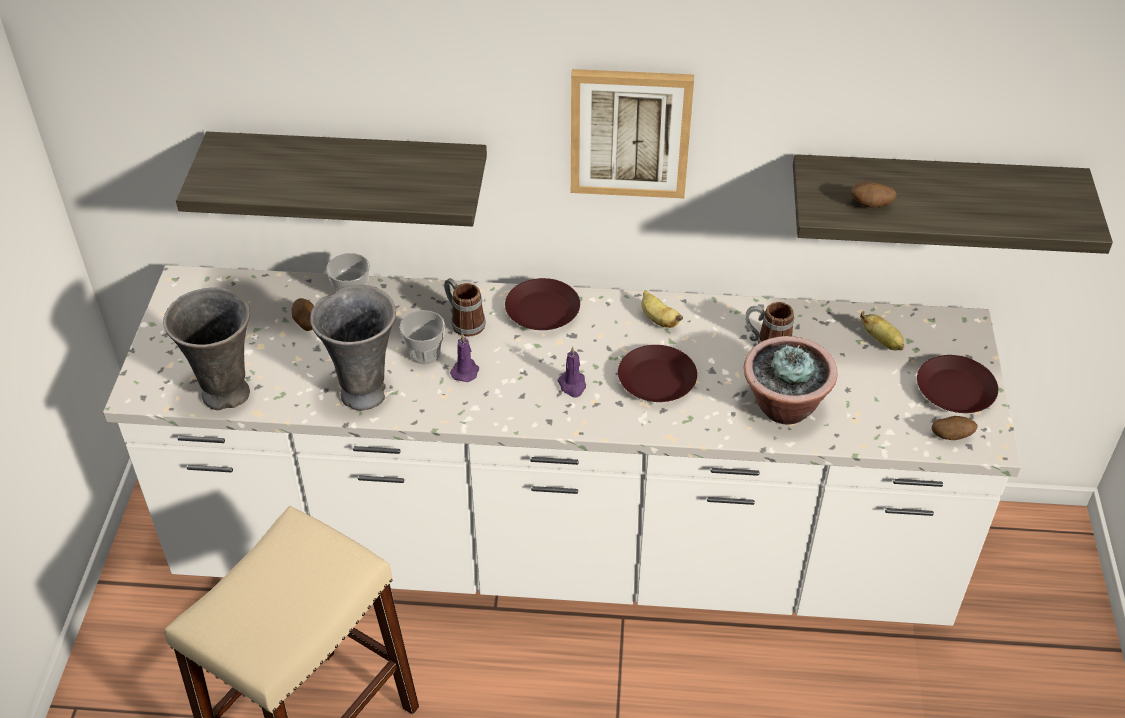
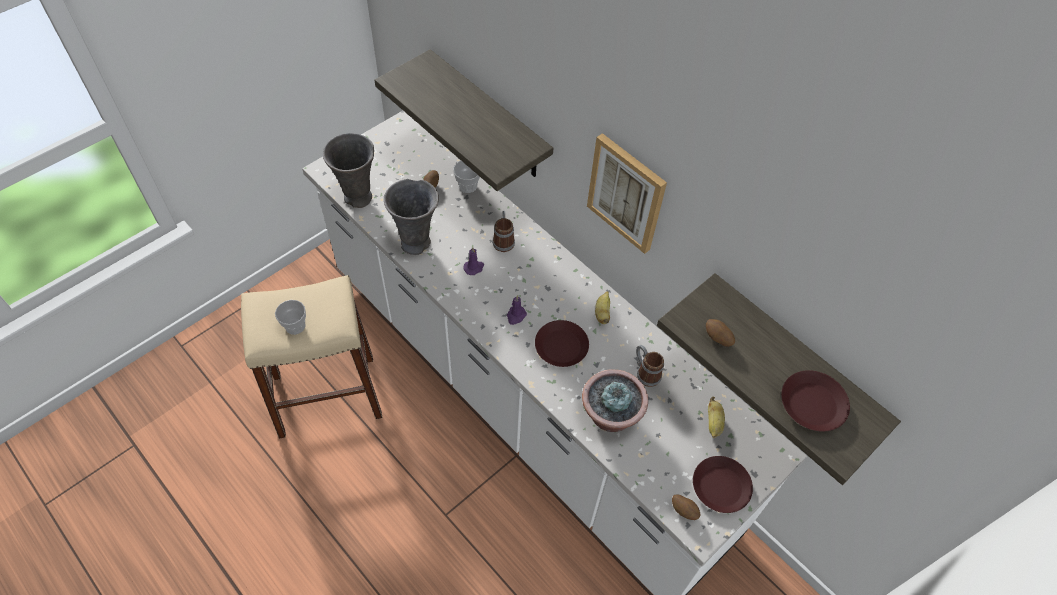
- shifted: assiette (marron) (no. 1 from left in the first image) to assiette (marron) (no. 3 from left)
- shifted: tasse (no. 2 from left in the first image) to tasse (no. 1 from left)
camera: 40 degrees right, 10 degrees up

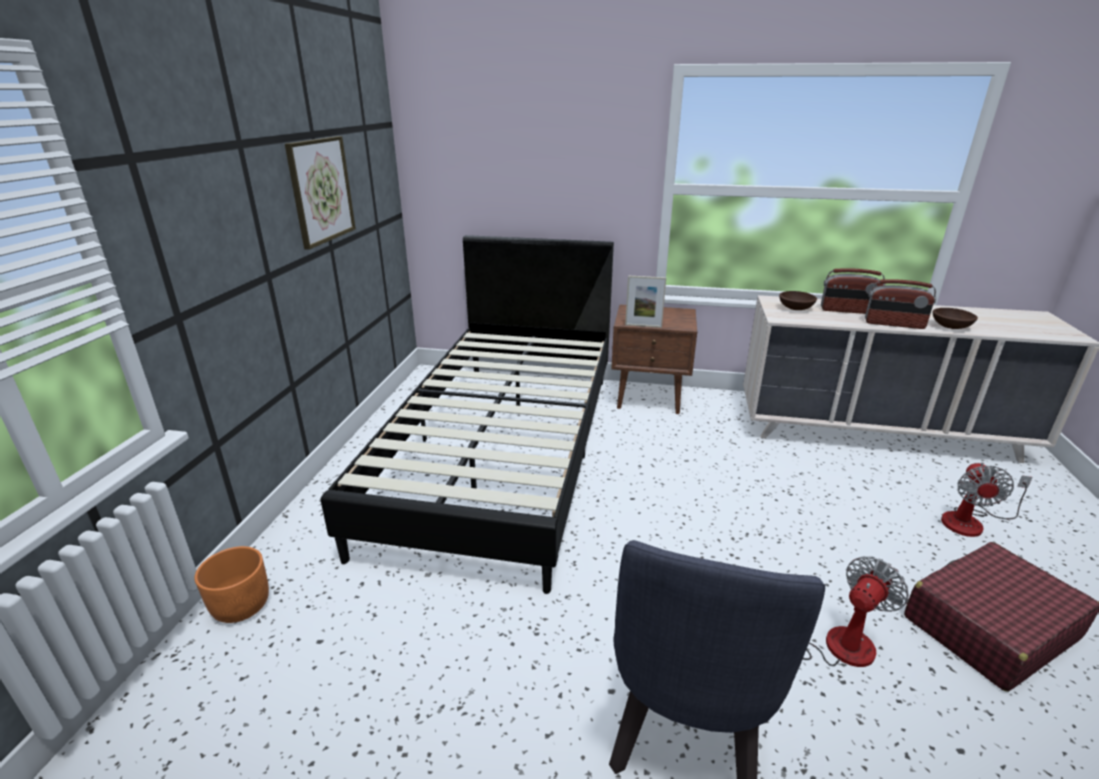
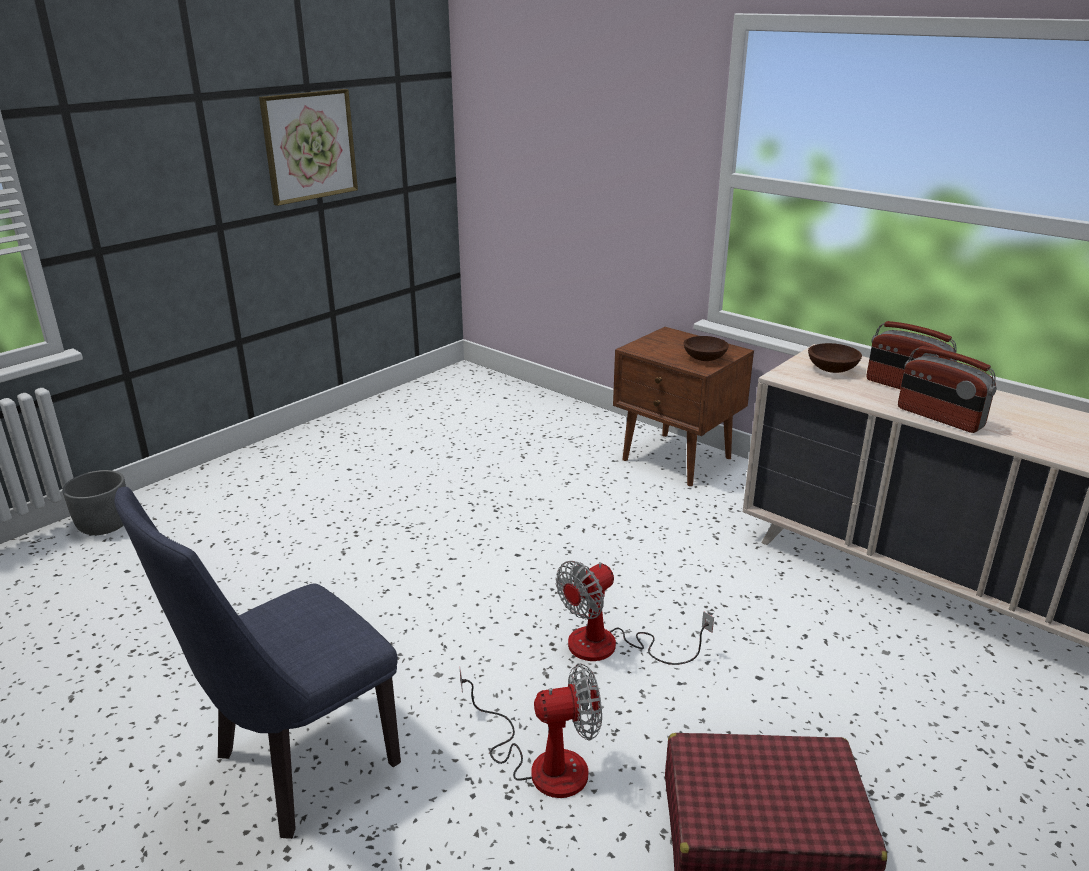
- gone: lit (noir)
- gone: cadre photo
- shifted: bol (marron) (no. 2 from left in the first image) to bol (marron) (no. 1 from left)
- shifted: ventilateur (no. 2 from left)
- repainted: cache-pot (orange) to cache-pot (gris)
camera: 30 degrees right, 0 degrees up

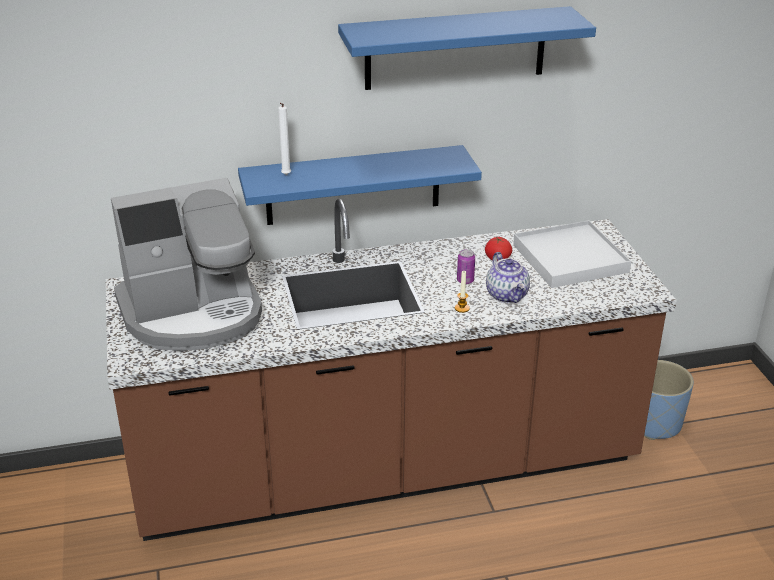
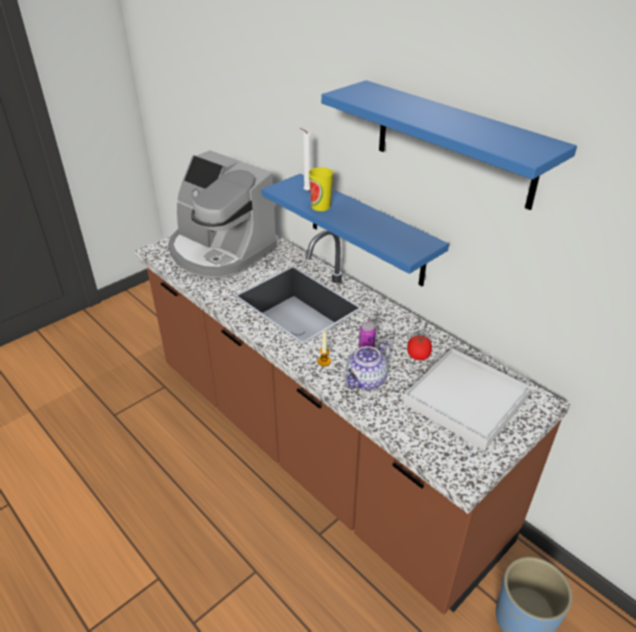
- new: tasse
camera: 60 degrees right, 5 degrees up

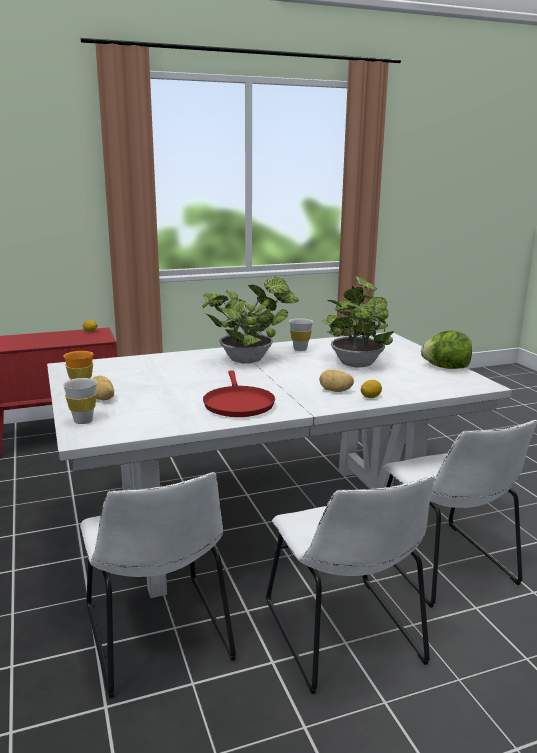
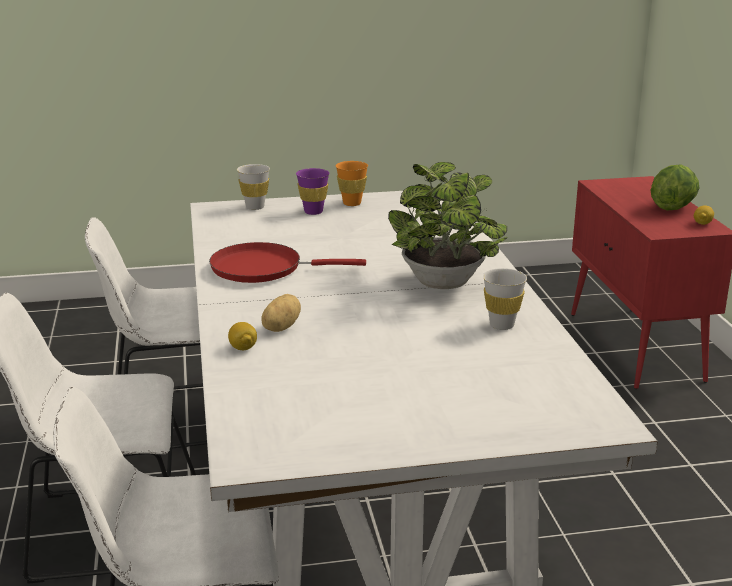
- gone: plante en pot (no. 2 from left)
- shifted: laitue
- swapped: pomme de terre (no. 1 from left) to tasse (violet)
camera: 100 degrees right, 5 degrees up

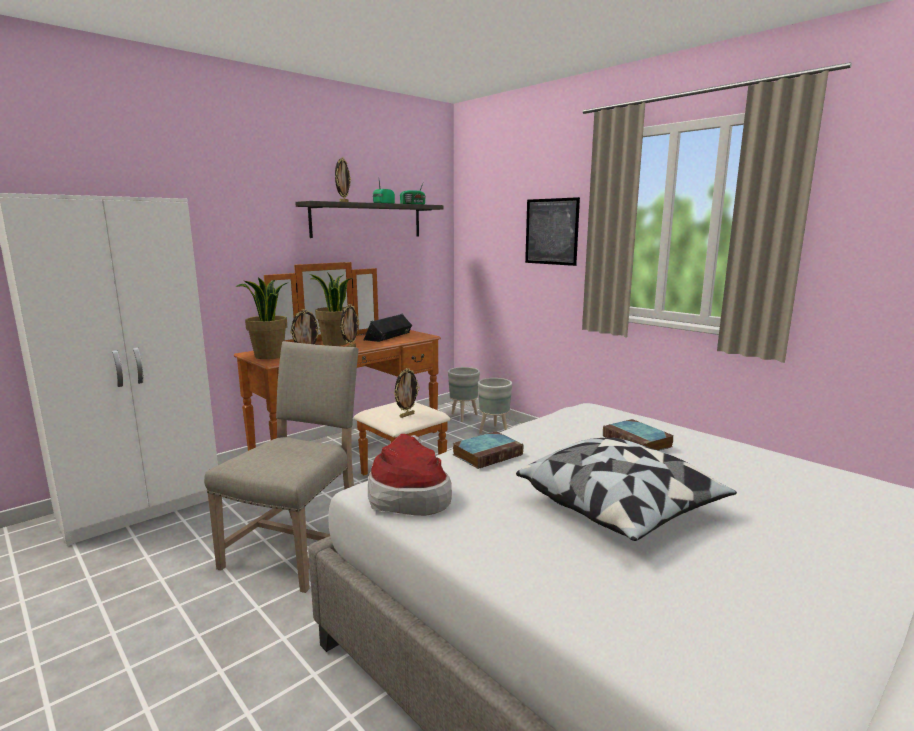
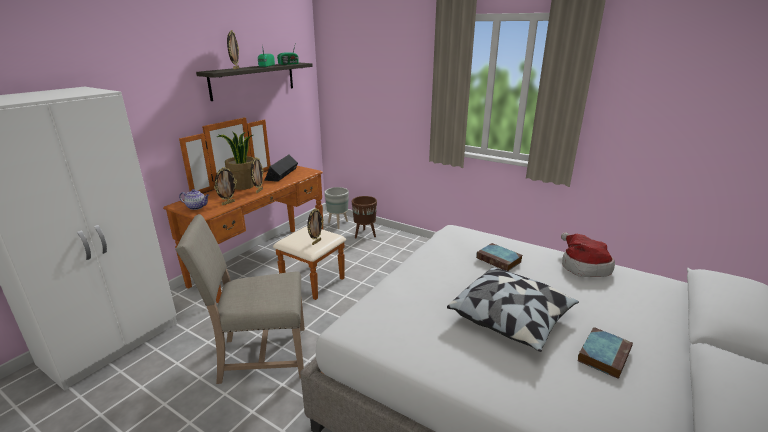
- gone: tableau
- swapped: plante en pot (no. 1 from left) to théière
- rotated: chaise (beige) 105 degrees counterclockwise
- repainted: cache-pot (gris) (no. 2 from left) to cache-pot (marron)
- shifted: livre (no. 1 from left in the first image) to livre (no. 2 from left)
- shifted: chapeau
camera: 15 degrees left, 10 degrees up

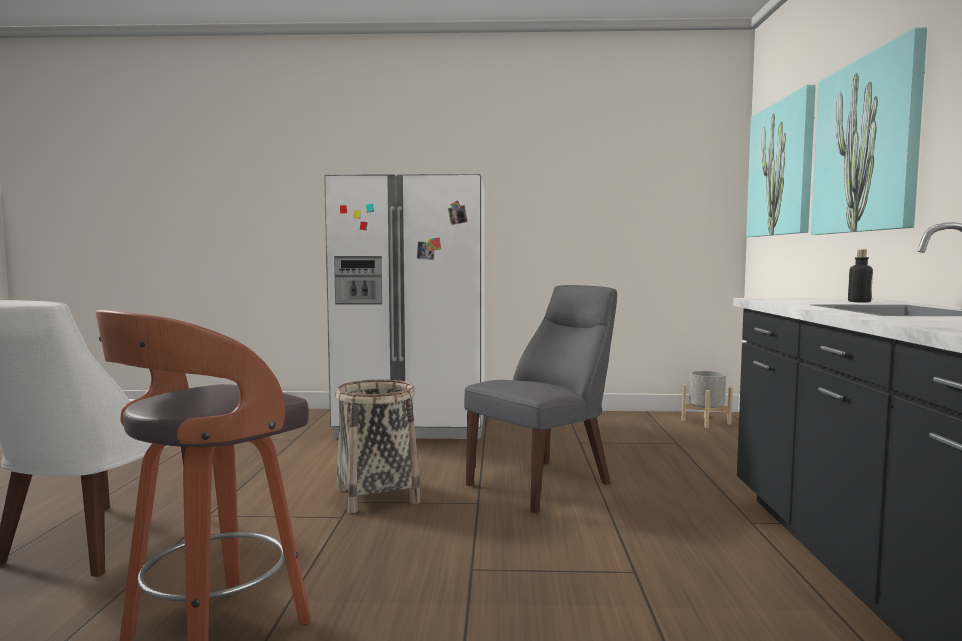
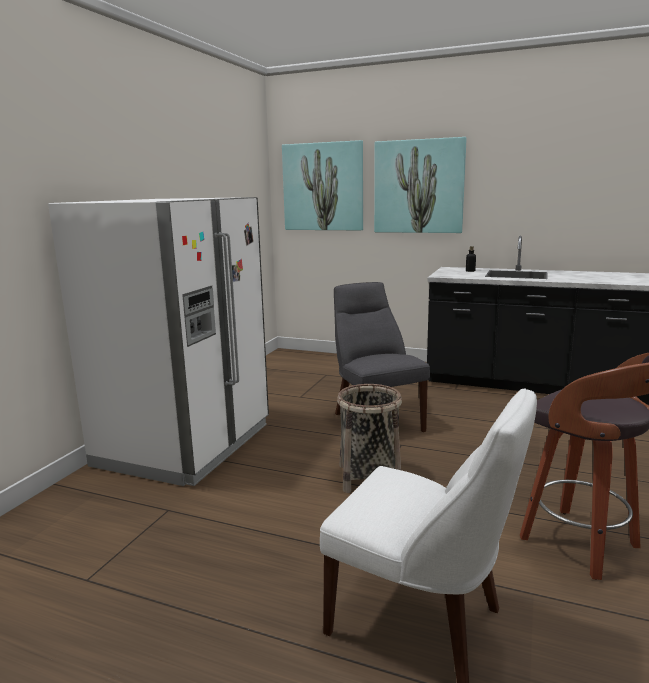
- gone: cache-pot (gris)
camera: 70 degrees left, 10 degrees up

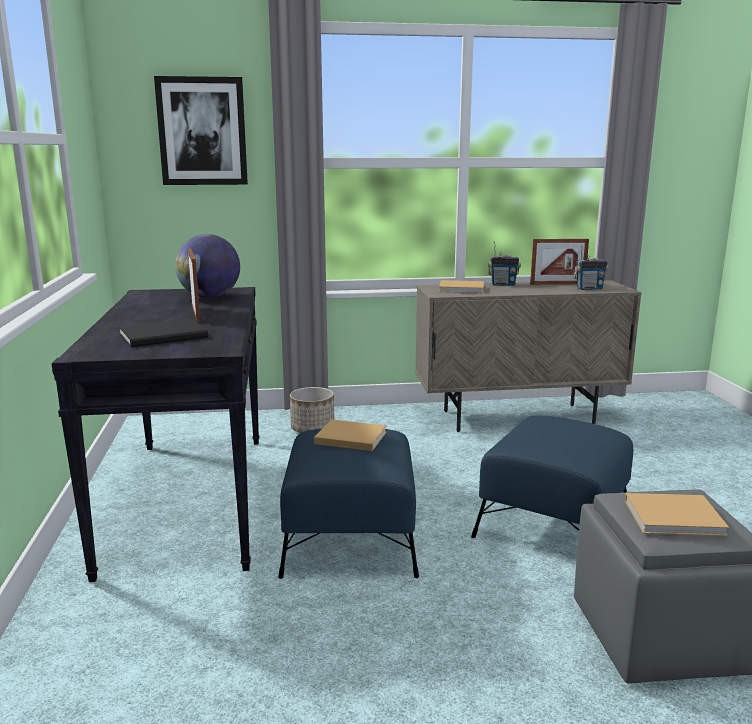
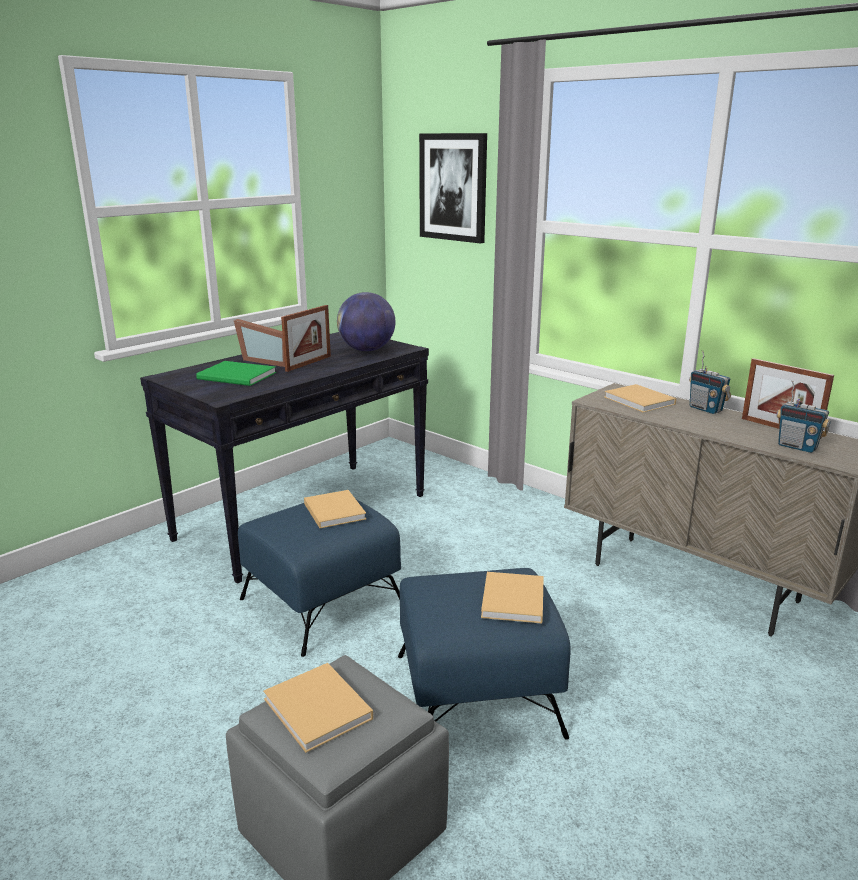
- repainted: livre (noir) to livre (vert)
- gone: cache-pot
- new: cadre photo (no. 1 from left)
- new: livre (beige) (no. 3 from left)
camera: 50 degrees right, 5 degrees up

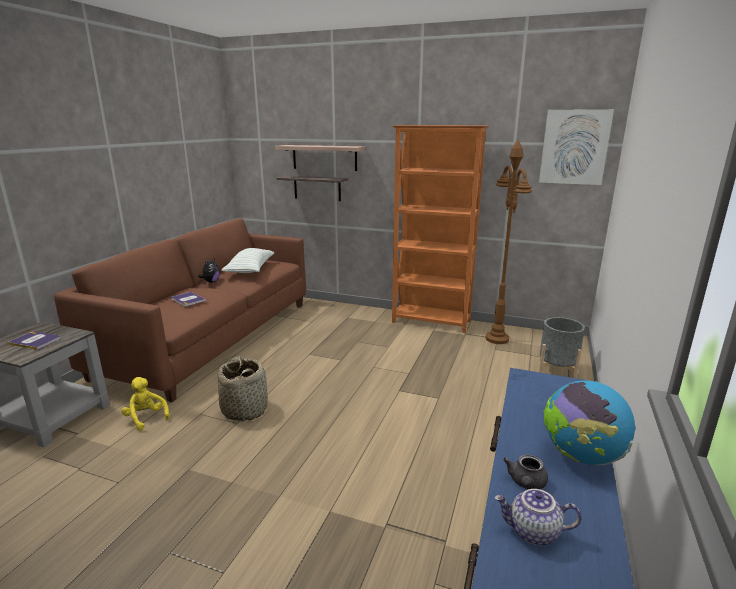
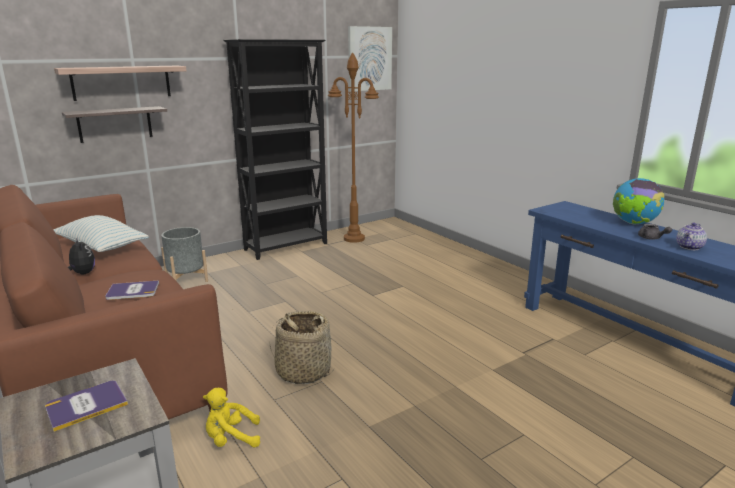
- repainted: bibliothèque (orange) to bibliothèque (noir)
- shifted: cache-pot (gris)
camera: 55 degrees left, 0 degrees up

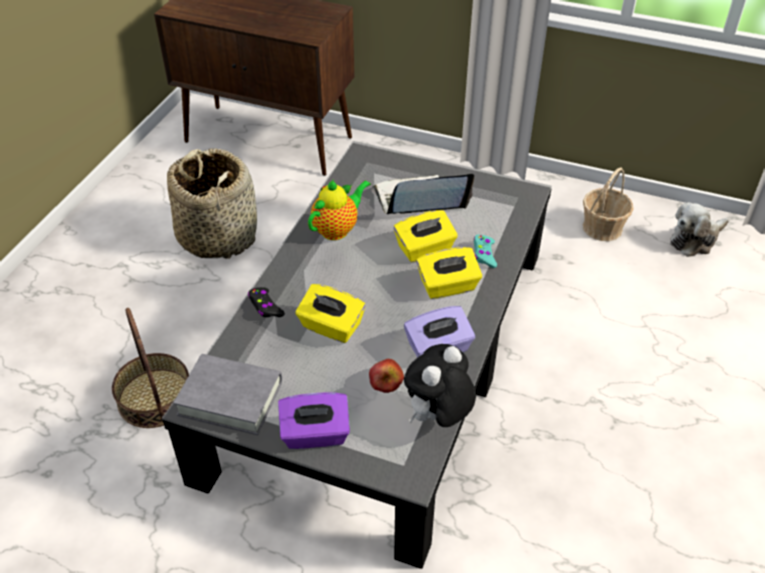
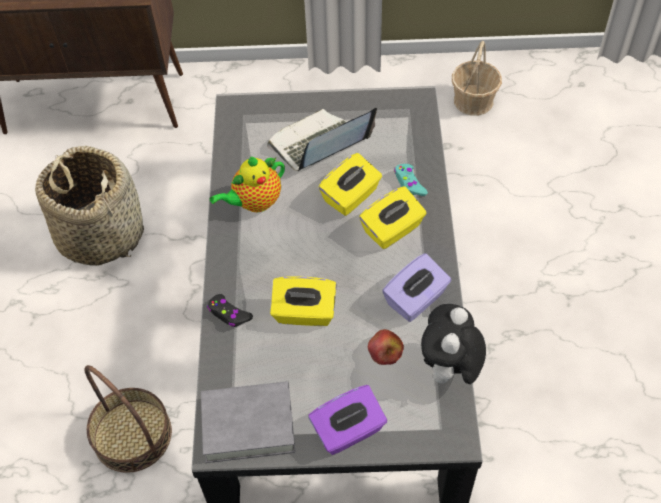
- rotated: théière 150 degrees counterclockwise
- gone: peluche (no. 2 from left)
camera: 20 degrees left, 10 degrees up

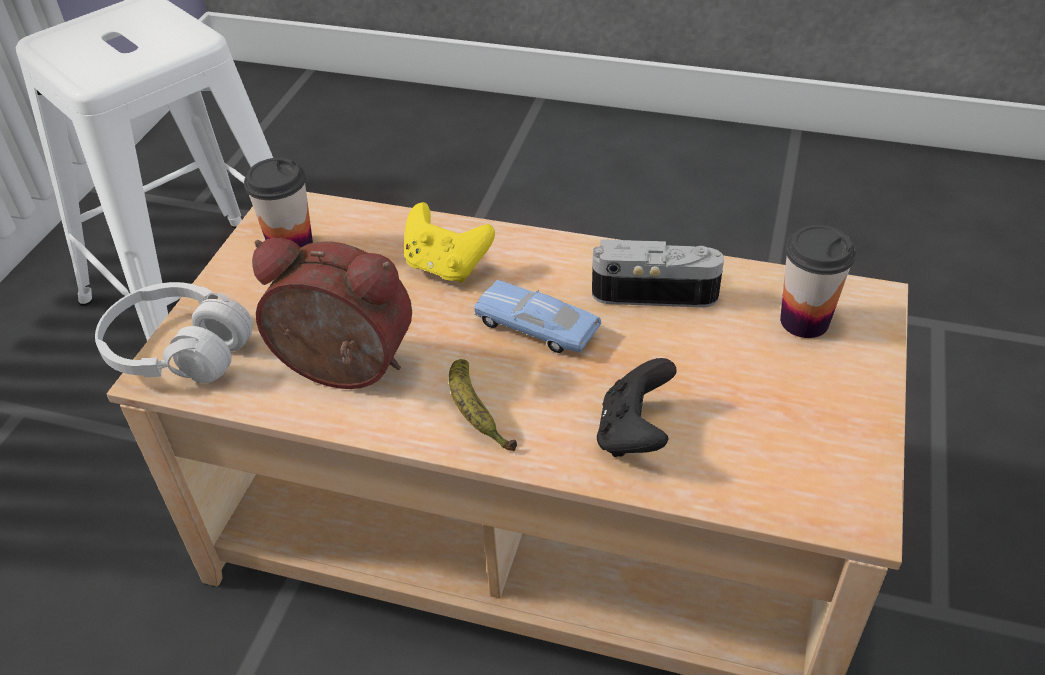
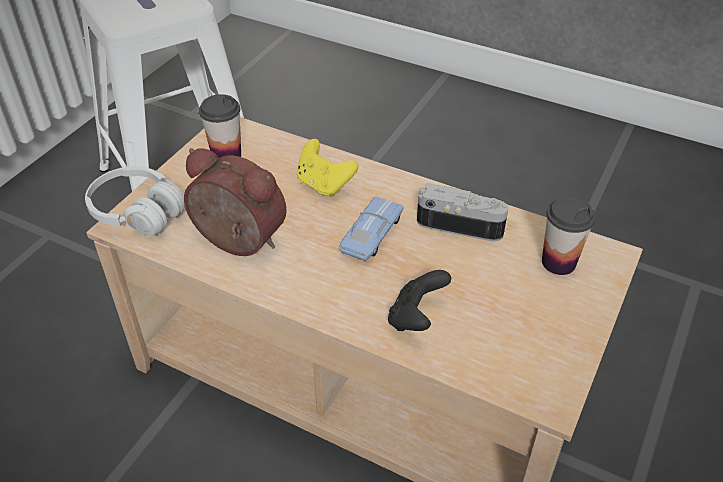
- rotated: petite voiture (bleu) 75 degrees clockwise
- gone: banane
camera: 10 degrees right, 0 degrees up

